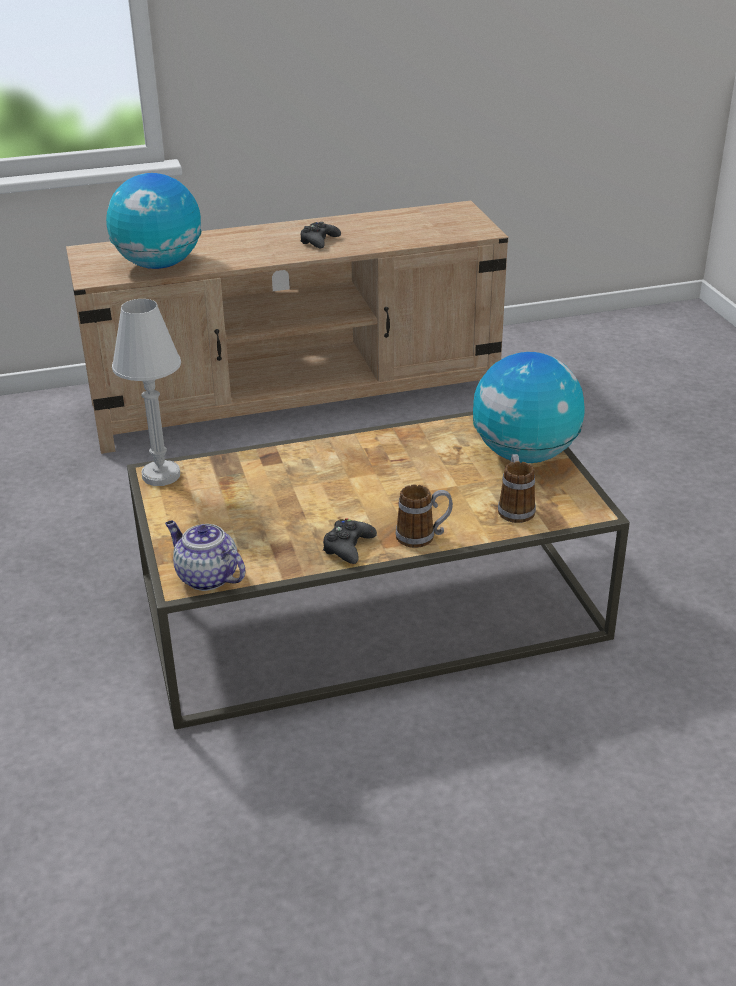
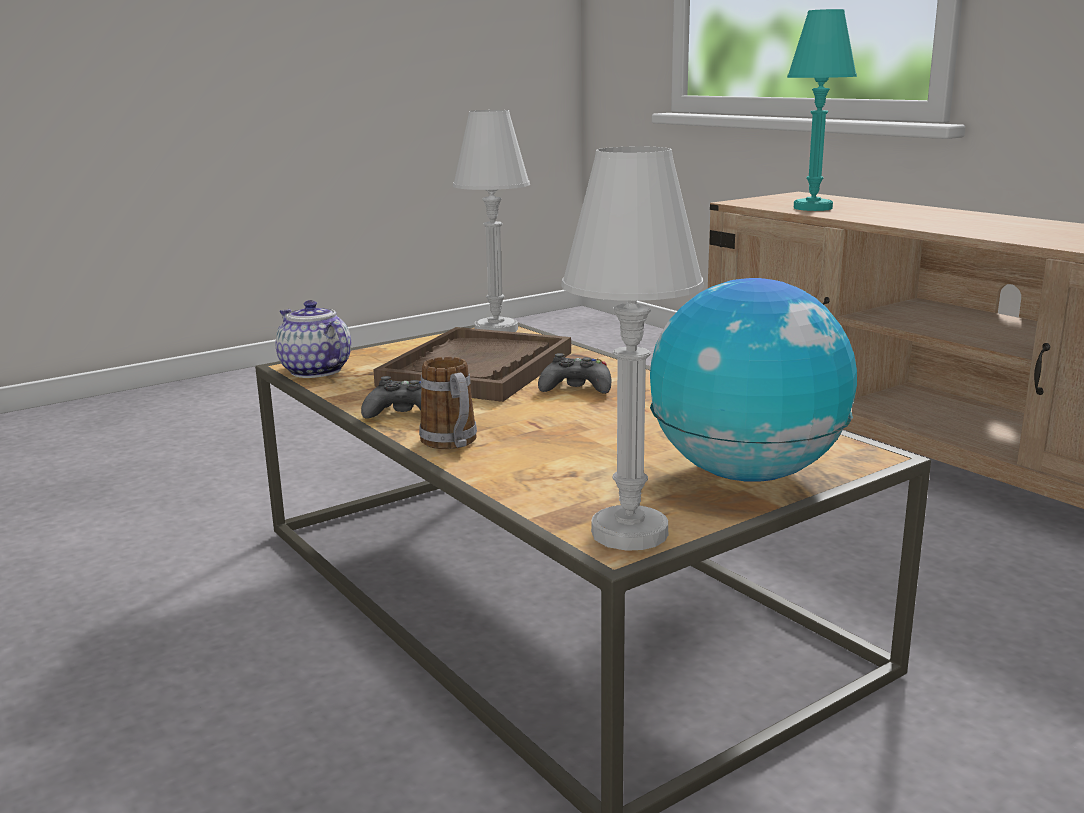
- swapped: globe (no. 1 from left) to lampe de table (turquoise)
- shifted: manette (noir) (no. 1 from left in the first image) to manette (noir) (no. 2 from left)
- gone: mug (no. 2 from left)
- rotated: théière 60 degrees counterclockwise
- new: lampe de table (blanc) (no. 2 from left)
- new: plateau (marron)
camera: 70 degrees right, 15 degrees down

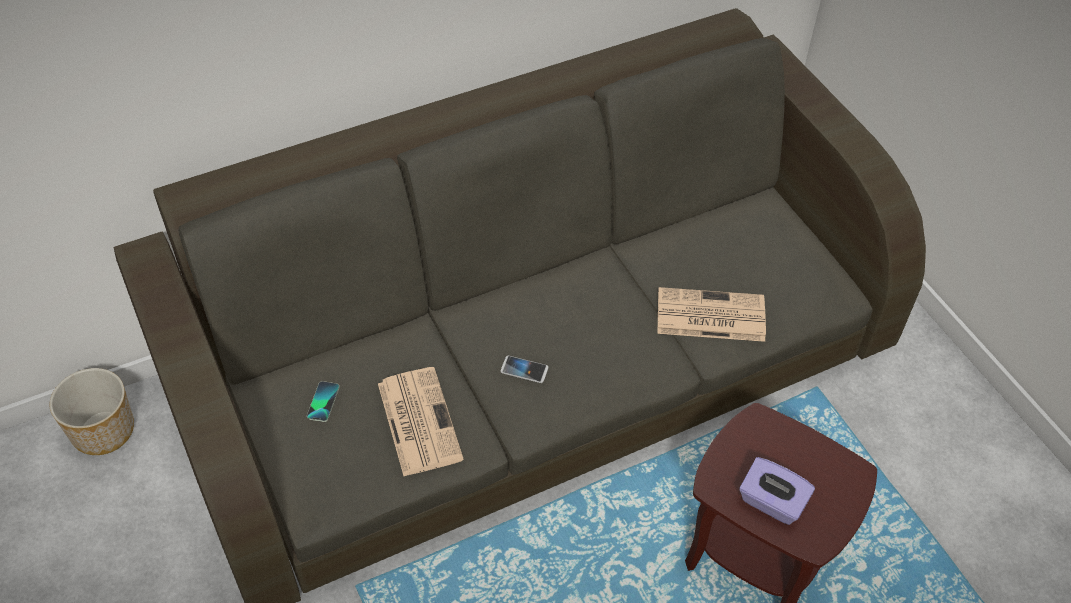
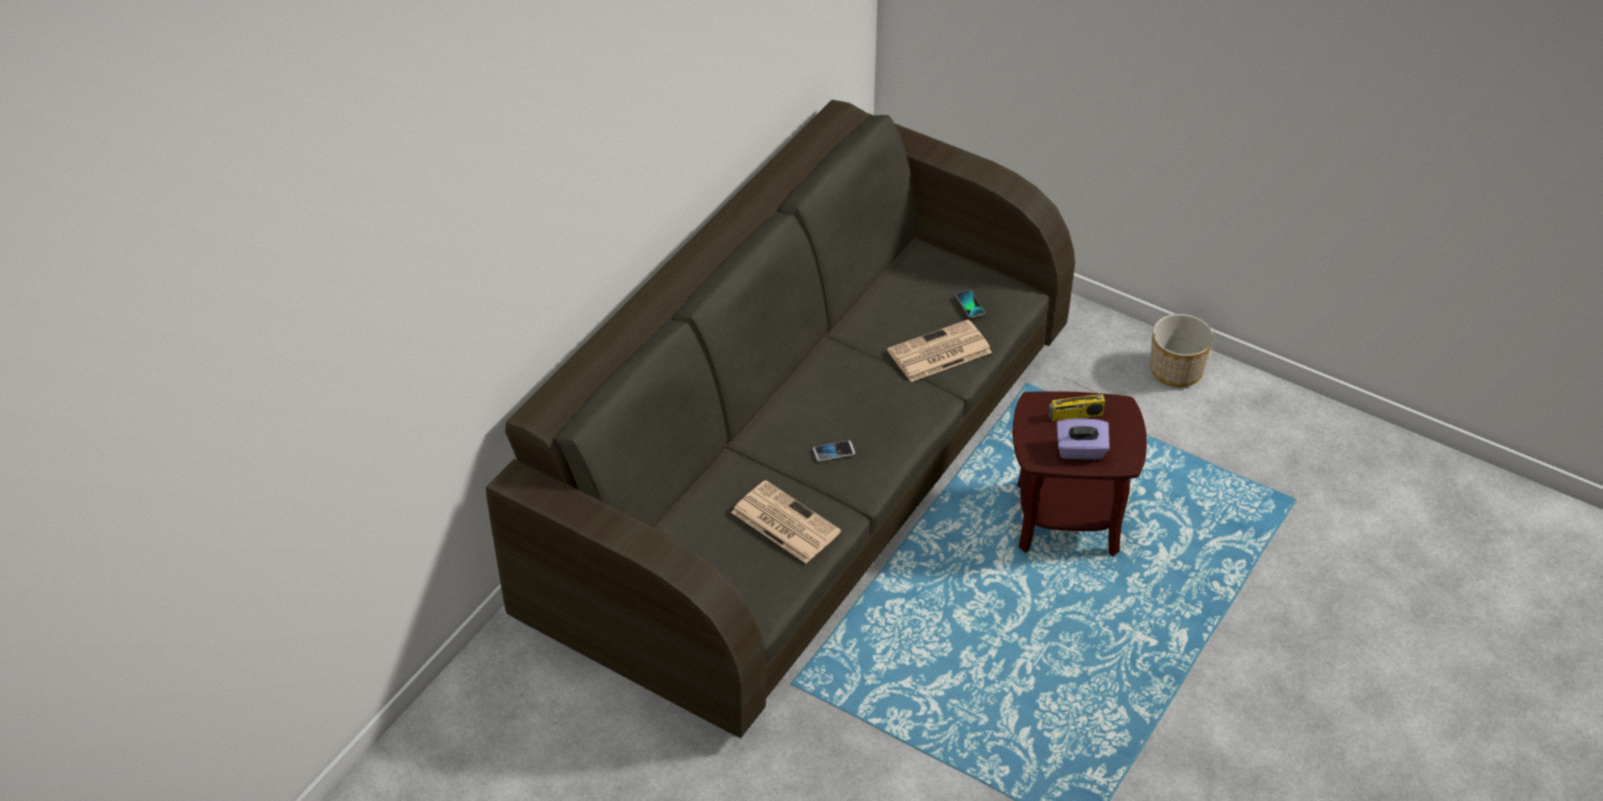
- shifted: cache-pot
- shifted: téléphone (no. 1 from left in the first image) to téléphone (no. 2 from left)
- new: radio
camera: 30 degrees left, 5 degrees down

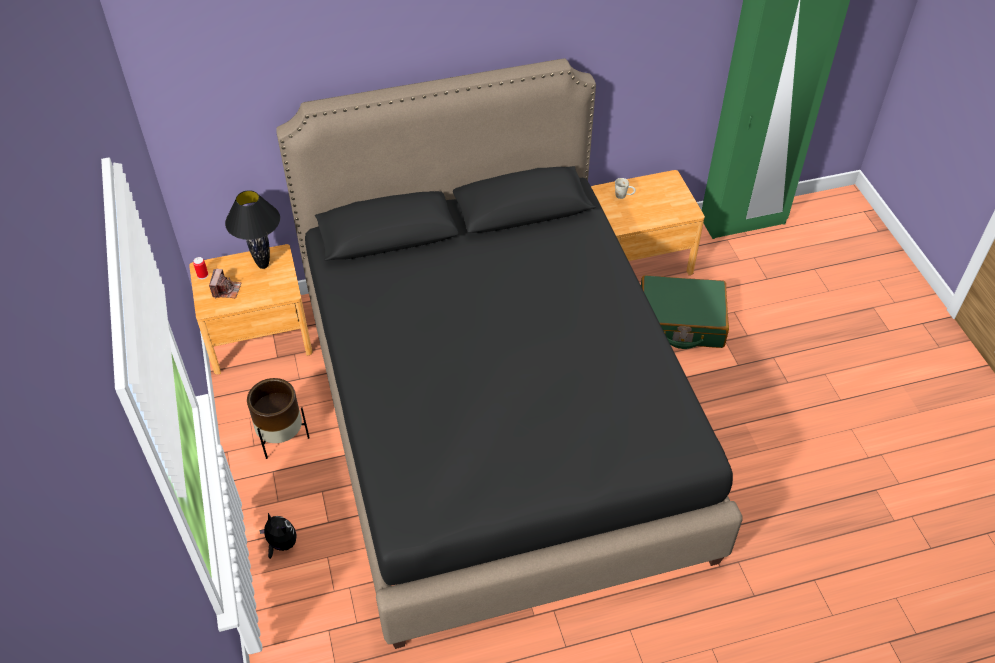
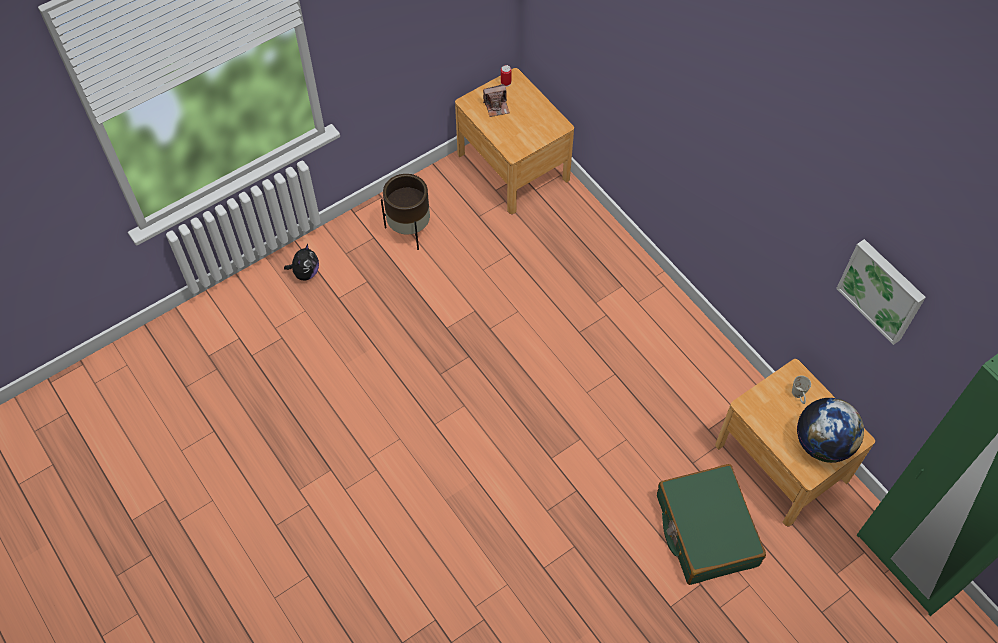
- gone: lit (noir)
- gone: lampe de table (noir)
- new: tableau
- new: globe
camera: 70 degrees right, 10 degrees up

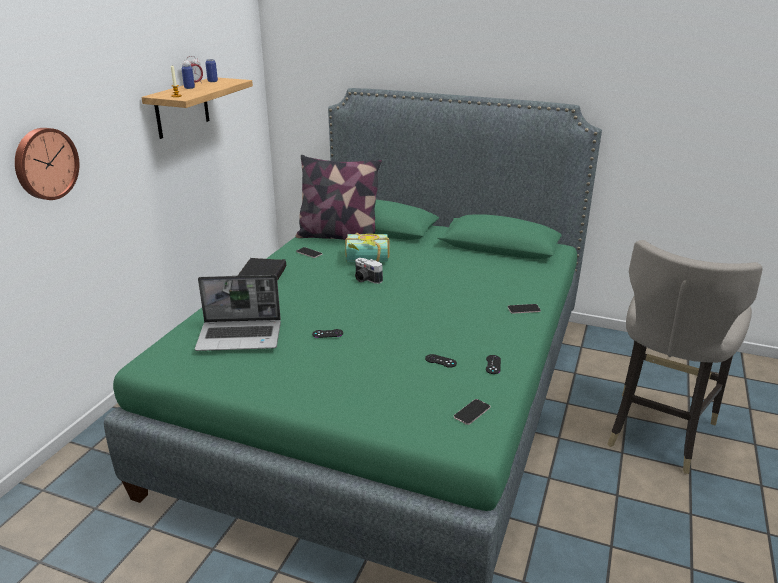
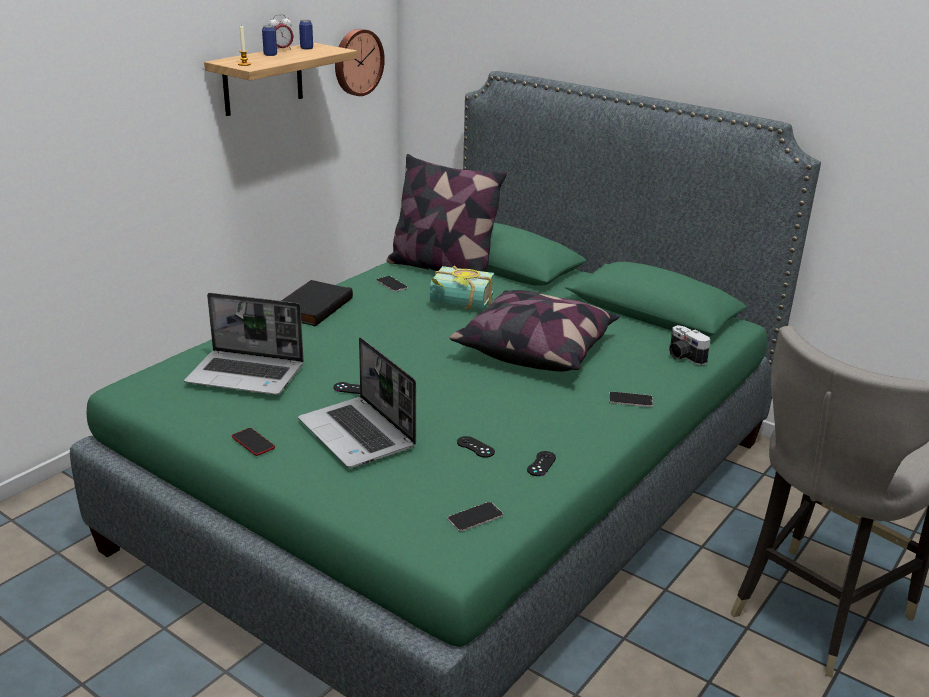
- shifted: horloge murale
- shifted: appareil photo
- new: coussin (no. 2 from left)
- new: ordinateur portable (no. 2 from left)
- new: téléphone (no. 1 from left)
camera: 15 degrees right, 0 degrees up

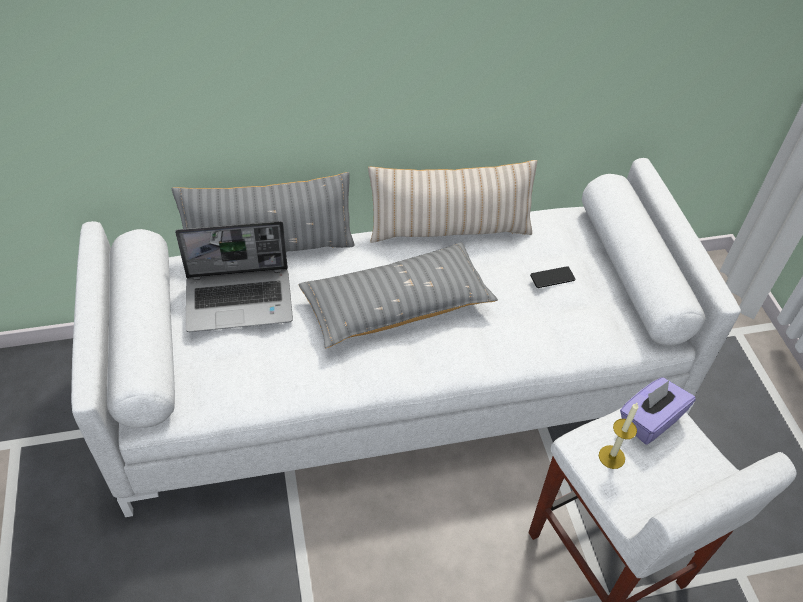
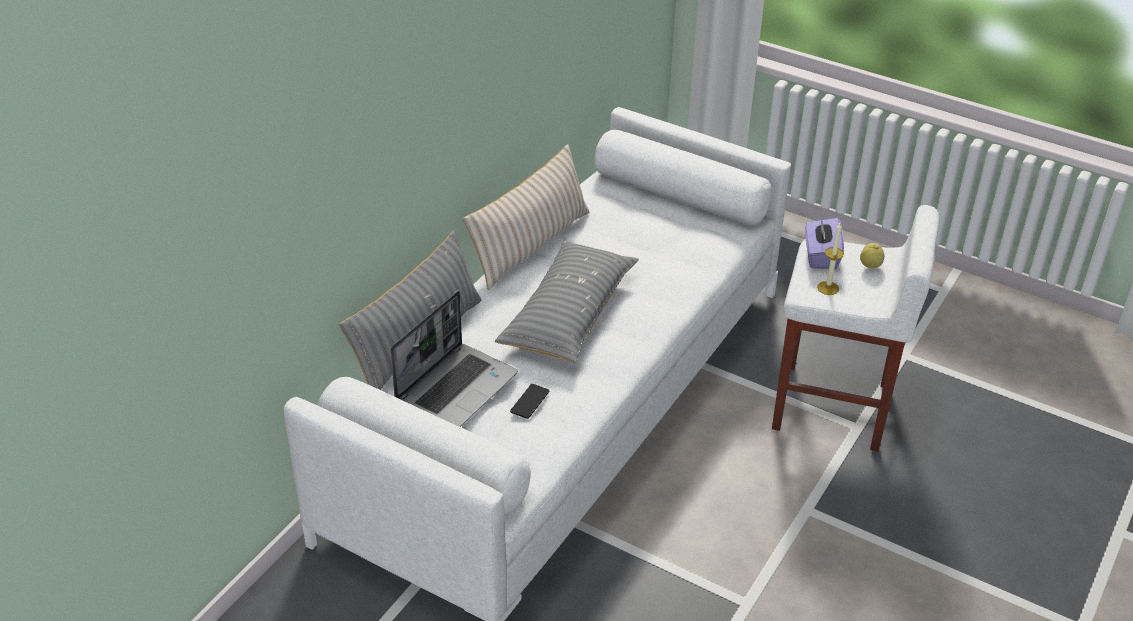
- shifted: téléphone
- new: pomme
camera: 45 degrees left, 10 degrees down

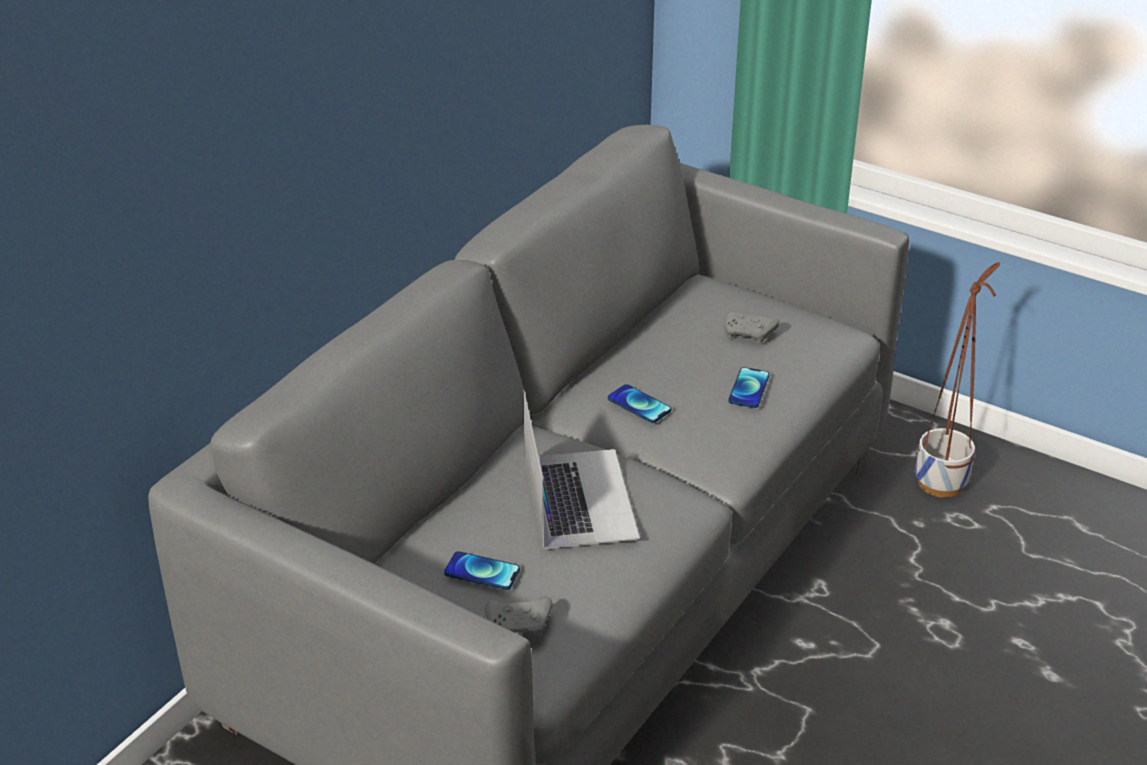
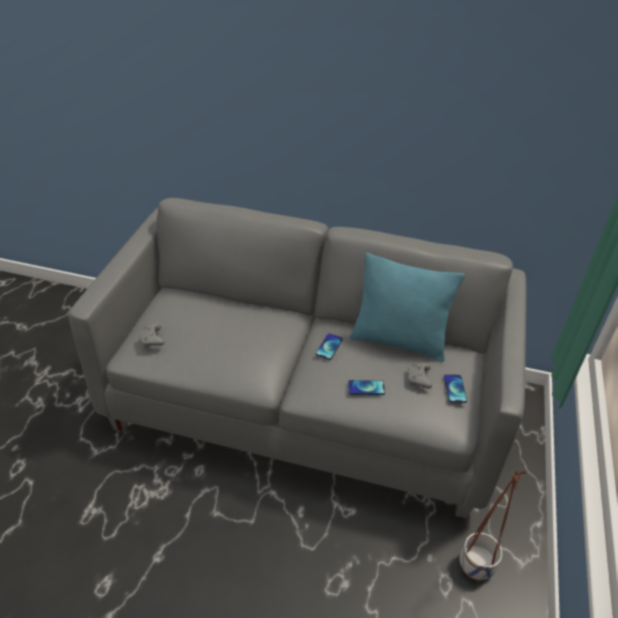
- gone: ordinateur portable
- shifted: téléphone (no. 1 from left in the first image) to téléphone (no. 3 from left)
- new: coussin (turquoise)
camera: 70 degrees right, 5 degrees up

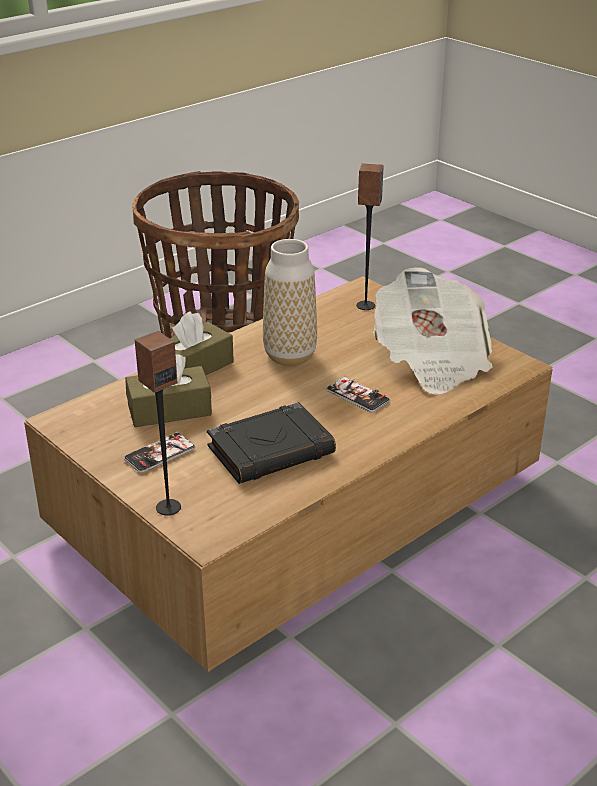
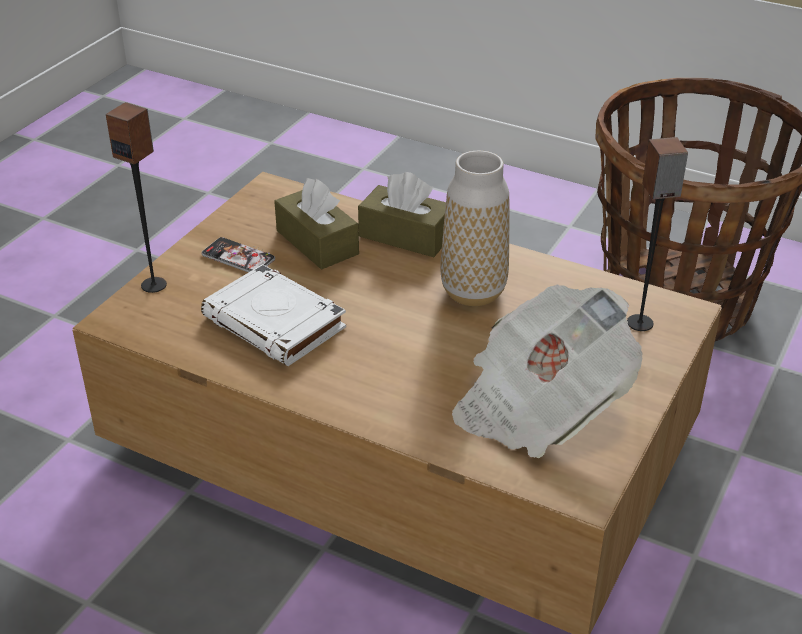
- gone: téléphone (no. 2 from left)
- repainted: livre (noir) to livre (blanc)
camera: 70 degrees right, 5 degrees up

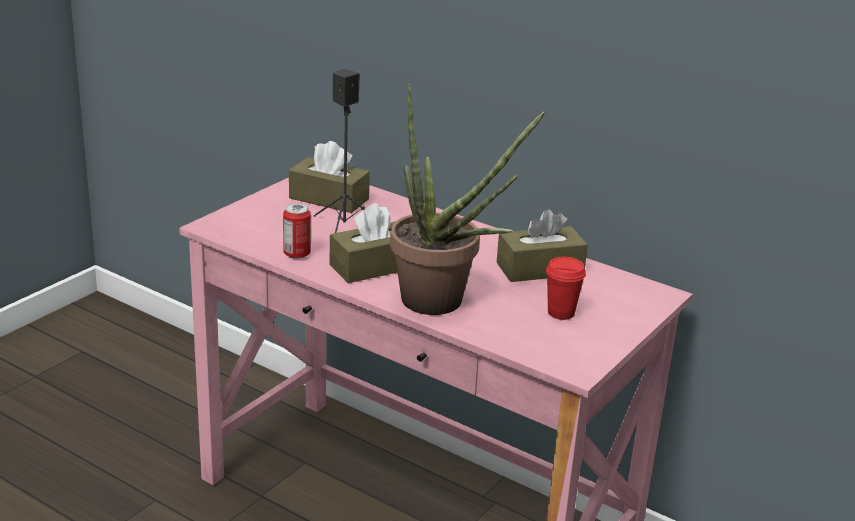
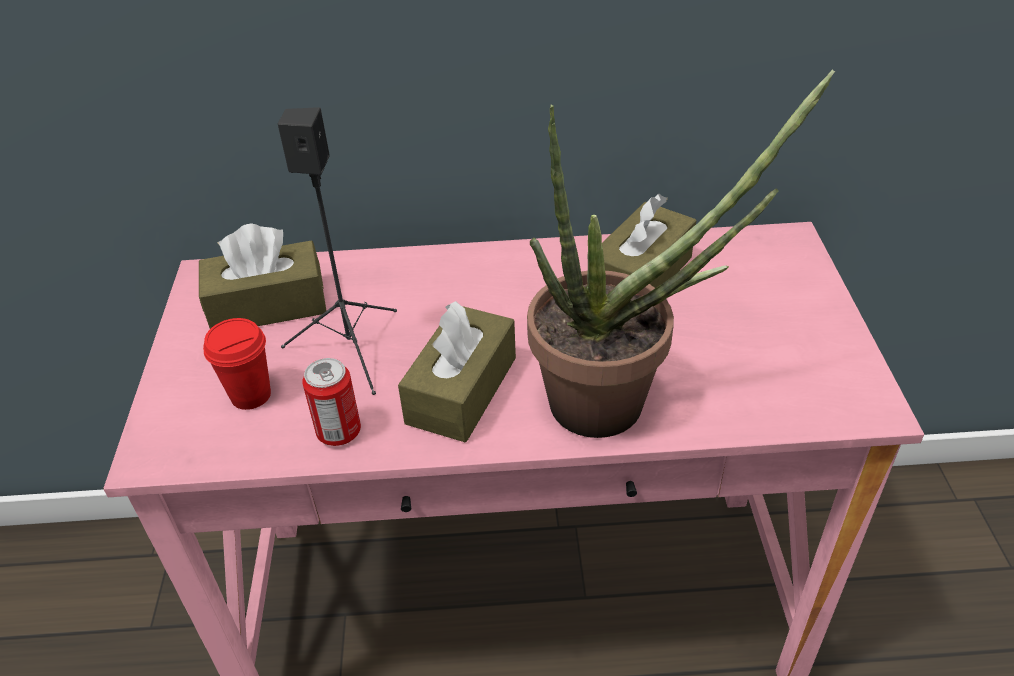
- shifted: tasse (rouge)
camera: 35 degrees left, 15 degrees up

